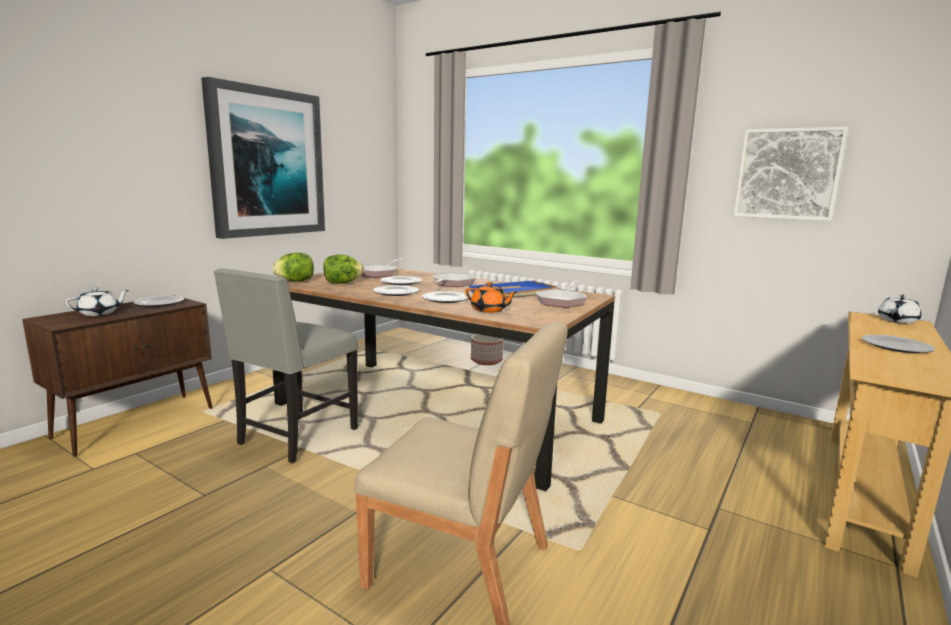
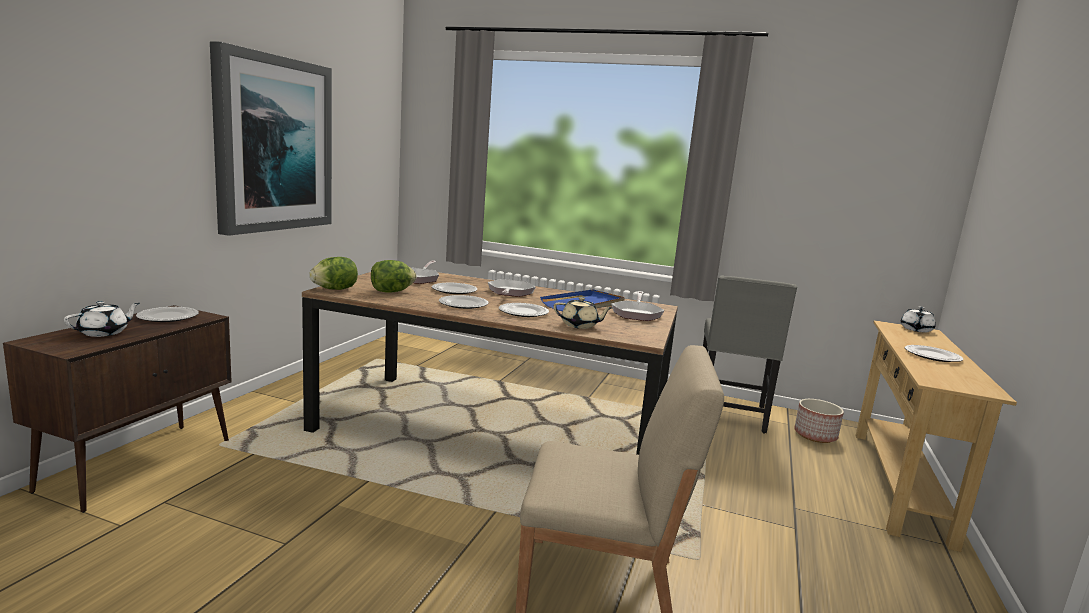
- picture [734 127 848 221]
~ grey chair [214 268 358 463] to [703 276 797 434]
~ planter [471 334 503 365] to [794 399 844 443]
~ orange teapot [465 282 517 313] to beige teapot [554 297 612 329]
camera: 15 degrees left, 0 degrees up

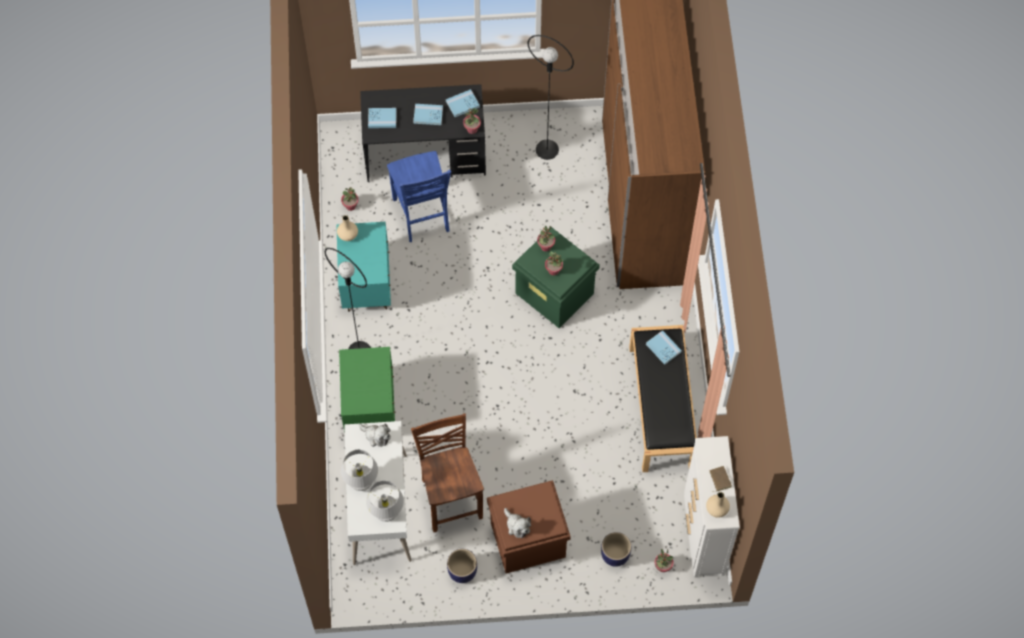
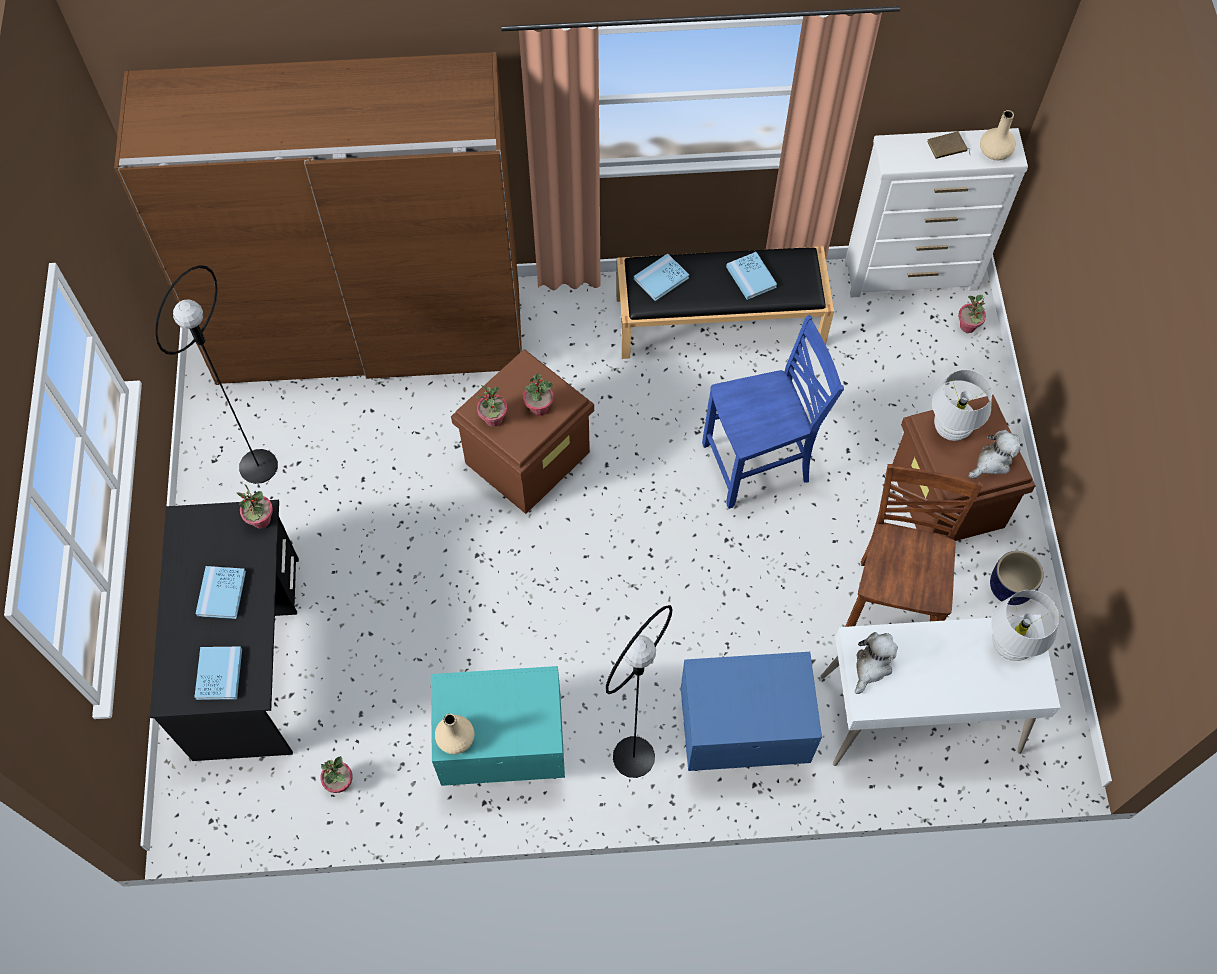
- planter [601 532 631 567]
~ white table lamp [341 450 378 491] to [932 370 992 441]
~ blue chair [387 151 451 242] to [702 315 844 509]
~ blue book [446 89 480 117] to [726 252 777 300]
~ green nightstand [339 347 395 432] to blue nightstand [680 652 822 771]
~ green storage box [512 227 600 328] to brown storage box [451 349 594 514]
~ brown chair [411 413 484 532] = [845 464 984 627] 120 degrees clockwise
camera: 90 degrees left, 0 degrees up

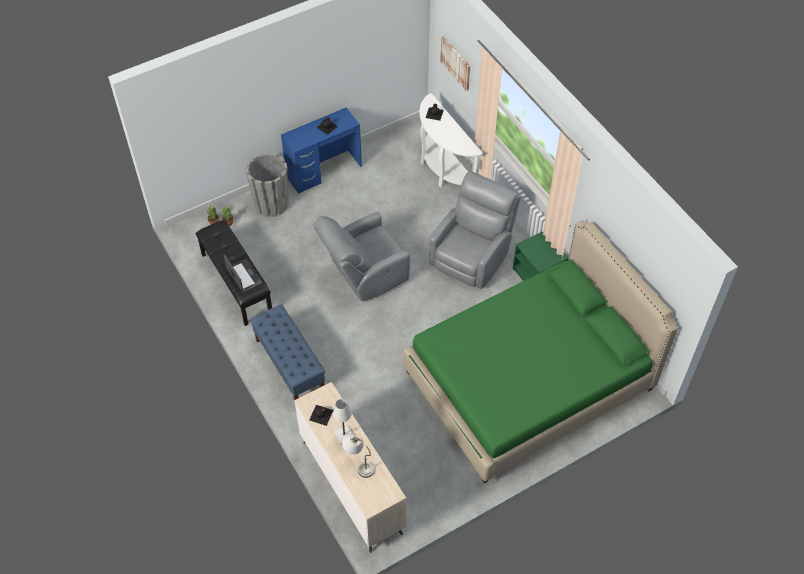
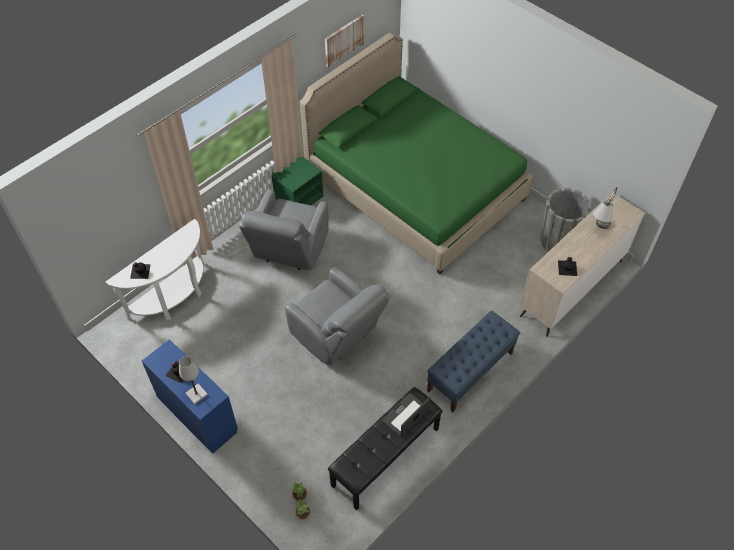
~ grey planter [245 152 289 217] to [540 188 591 252]
~ white table lamp [333 399 354 444] to [179 357 208 404]
~ picture [440 36 470 91] to [325 15 364 67]
~ grey armchair [429 171 521 289] = [239 189 329 270] 90 degrees counterclockwise
camera: 105 degrees left, 0 degrees up

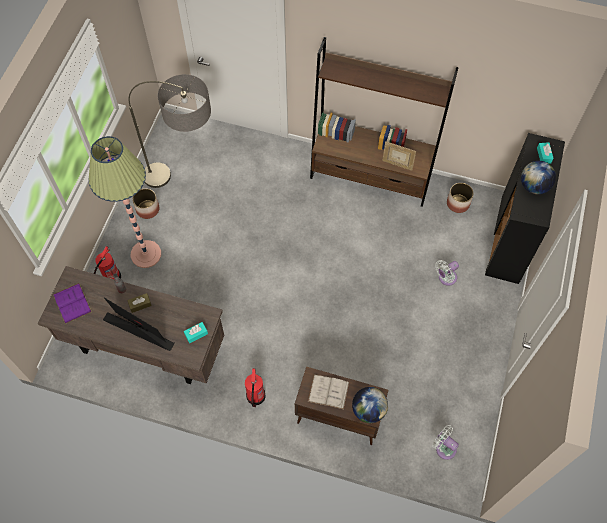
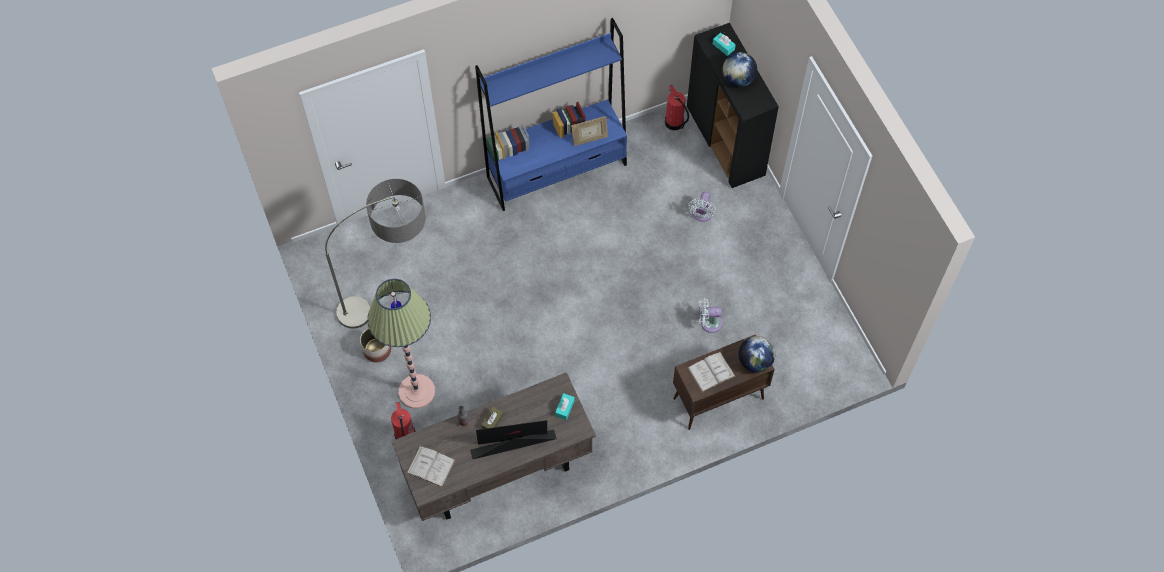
- planter [447 183 474 213]
~ fire extinguisher [245 368 266 407] to [665 85 689 130]
~ white fan [432 425 459 460] to [699 298 722 333]
~ purple book [53 283 92 324] to white book [406 446 456 488]
~ brown bookcase [310 37 458 207] to blue bookcase [475 18 627 211]
camera: 40 degrees left, 0 degrees up

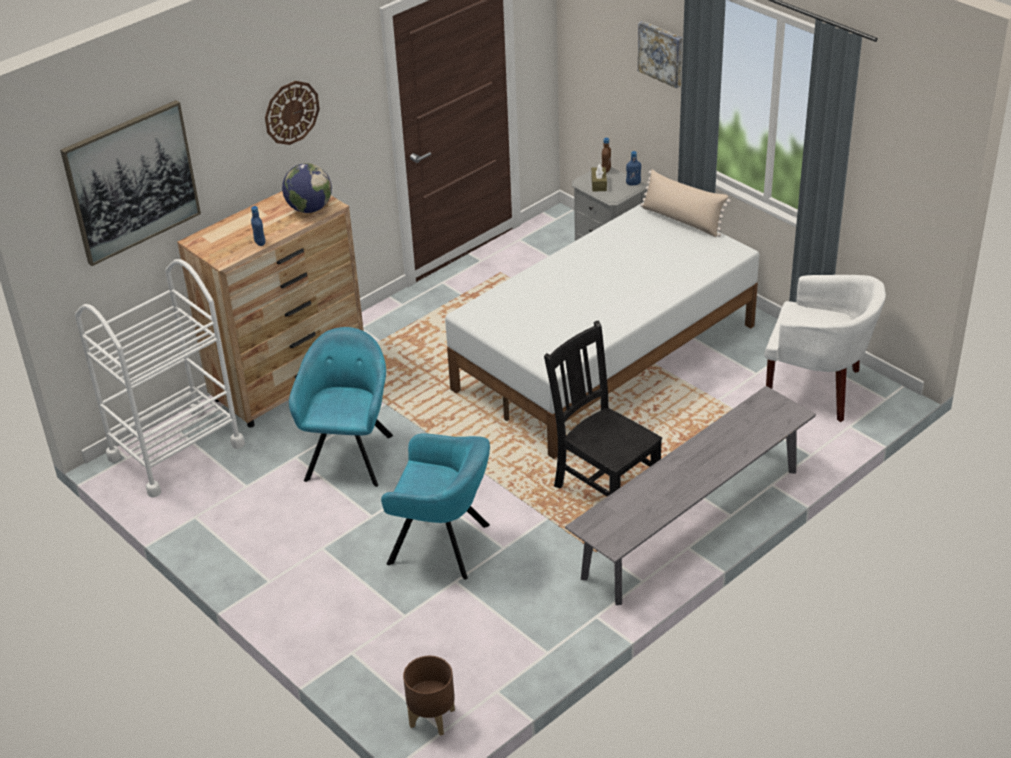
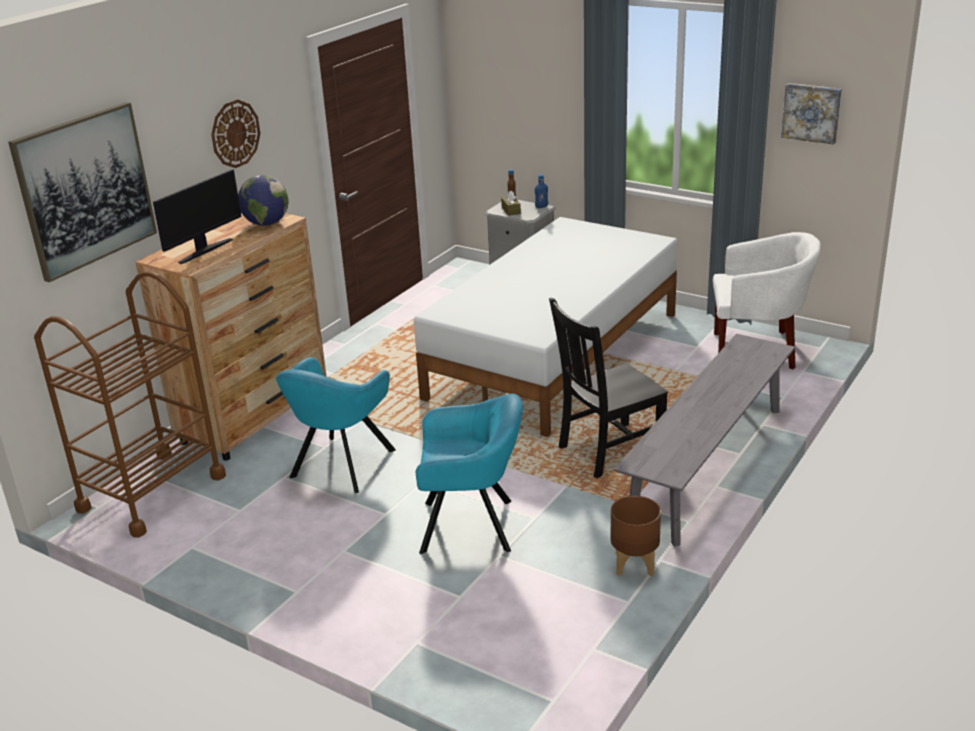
- blue bottle [251 206 265 246]
- beige pillow [640 169 731 237]
+ monitor [153 169 242 264]
~ brown planter [403 656 455 736] to [611 496 661 576]
~ picture [638 21 682 88] to [781 83 842 145]
~ white cart [75 259 245 498] to brown cart [34 271 226 538]
~ turquoise armchair [289 327 393 487] = [276 357 396 493] 150 degrees counterclockwise
~ black chair [544 320 662 497] = [549 298 668 479] 60 degrees counterclockwise
camera: 15 degrees left, 10 degrees down

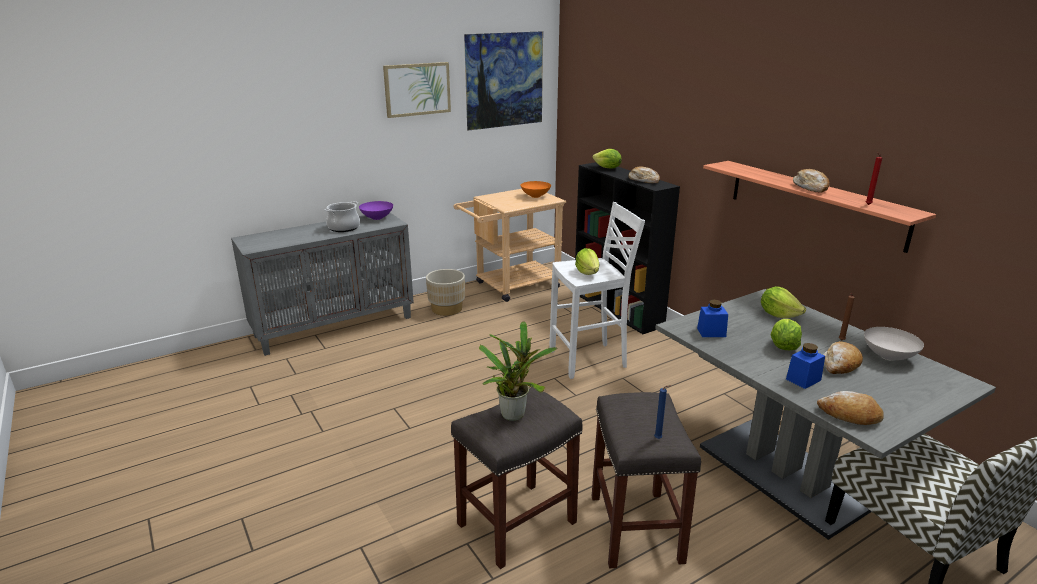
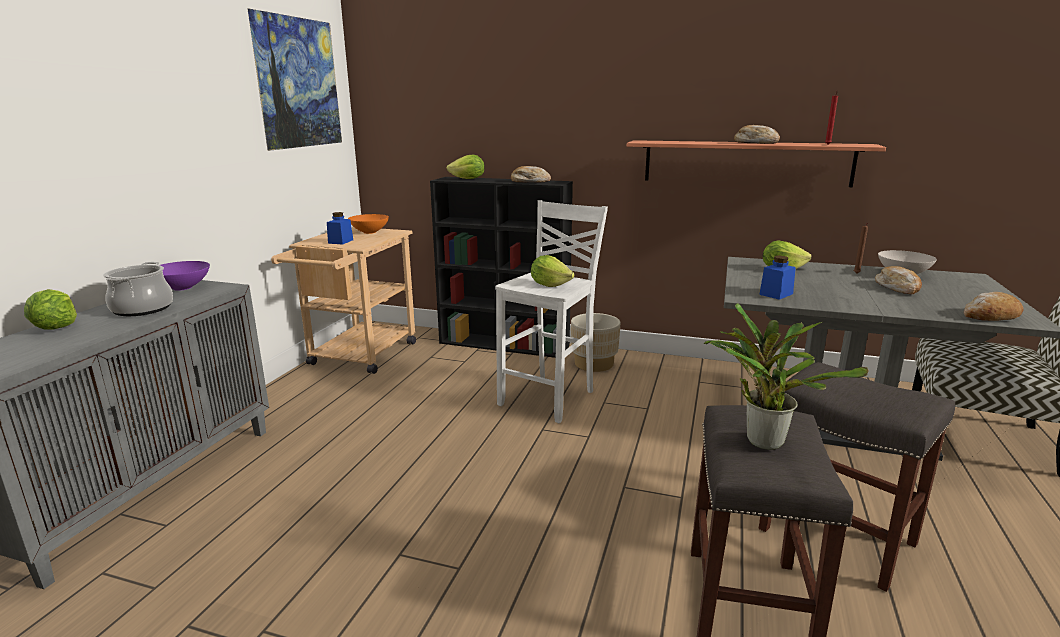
- picture [383 62 451 118]
- blue candle [654 385 671 439]
~ beige planter [426 269 465 316] to [571 313 621 372]
~ lettuce [771 319 802 350] to [24 289 77 330]
~ blue jar [786 343 825 389] to [327 212 353 244]
camera: 40 degrees left, 5 degrees down

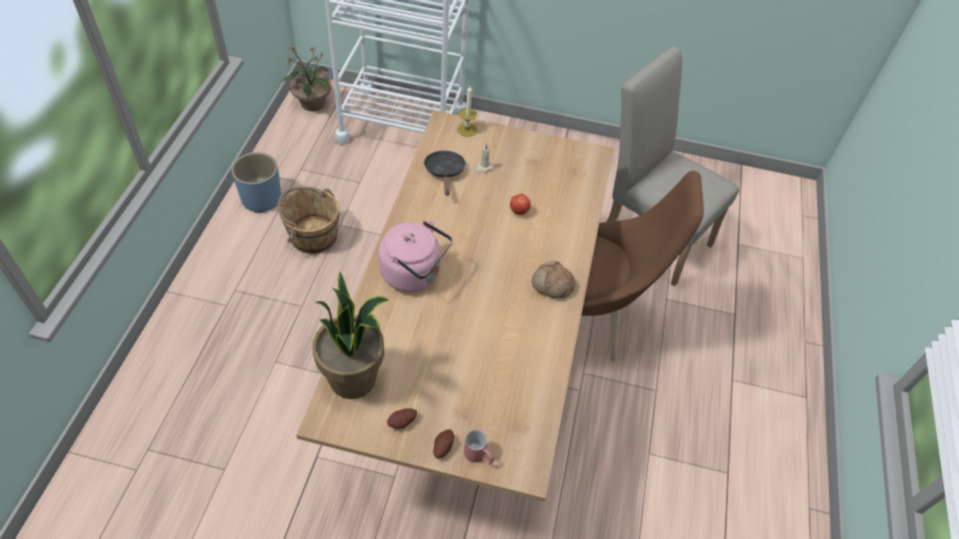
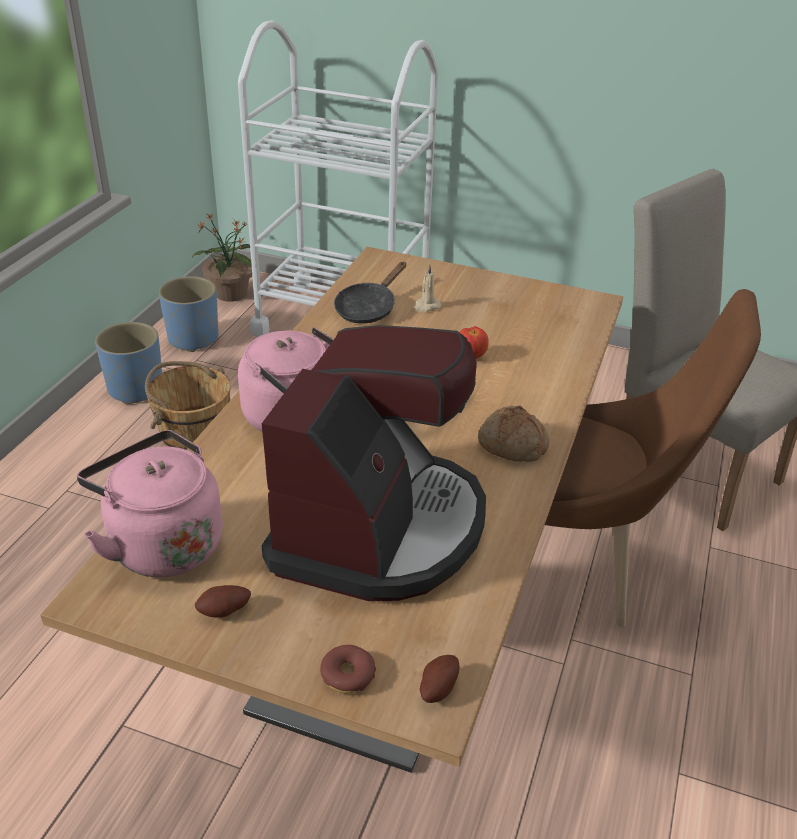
- candle [457 86 477 137]
+ blue planter [159 276 219 352]
+ coffee machine [262 325 486 601]
~ potato [433 430 454 459] to [420 655 460 703]
~ potted plant [313 272 388 399] to pink kettle [77 430 223 577]
~ red mug [464 430 494 464] to donut [320 645 376 693]
~ black frying pan [423 151 466 196] = [334 262 406 324] 150 degrees counterclockwise
camera: 10 degrees right, 15 degrees down

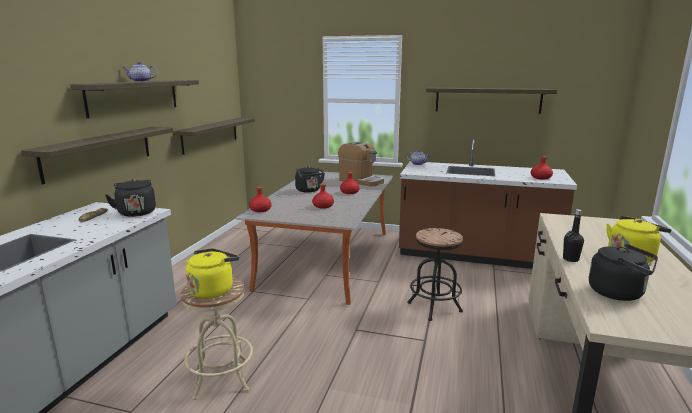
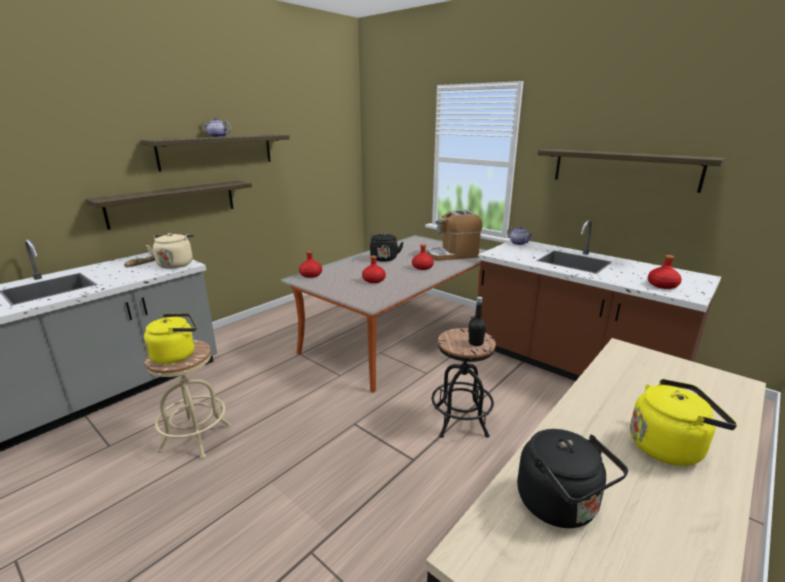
- shelf [174 118 255 155]
~ black bottle [563 209 584 262] to [469 297 486 346]
~ black kettle [105 179 156 217] to beige kettle [146 233 194 269]
~ coffee machine [338 142 384 186] = [427 210 482 261] 105 degrees clockwise
camera: 25 degrees right, 5 degrees up

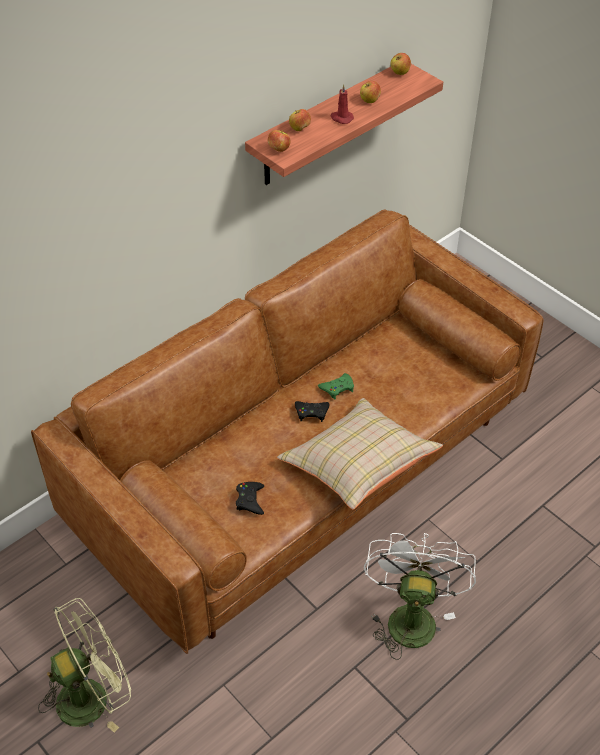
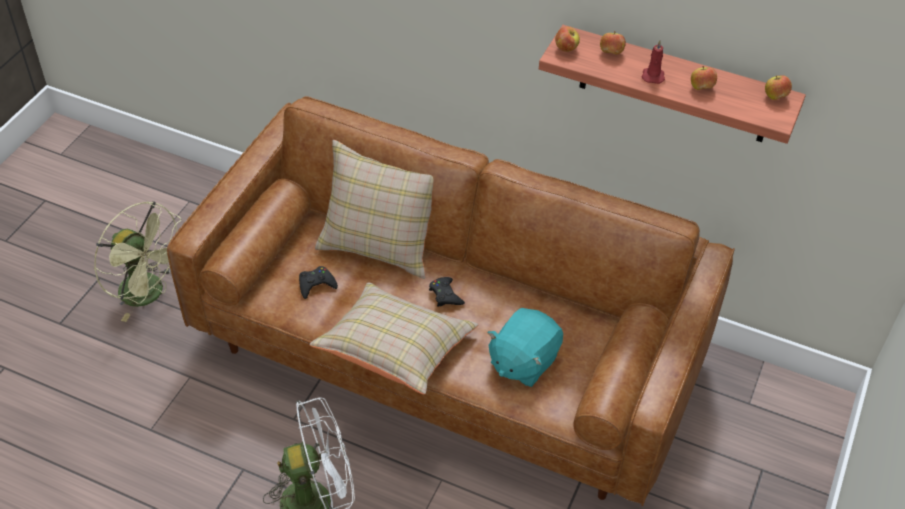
- green game controller [318 373 354 400]
+ beige pillow [315 140 433 279]
+ turquoise plush toy [487 308 563 387]
camera: 65 degrees right, 0 degrees up

